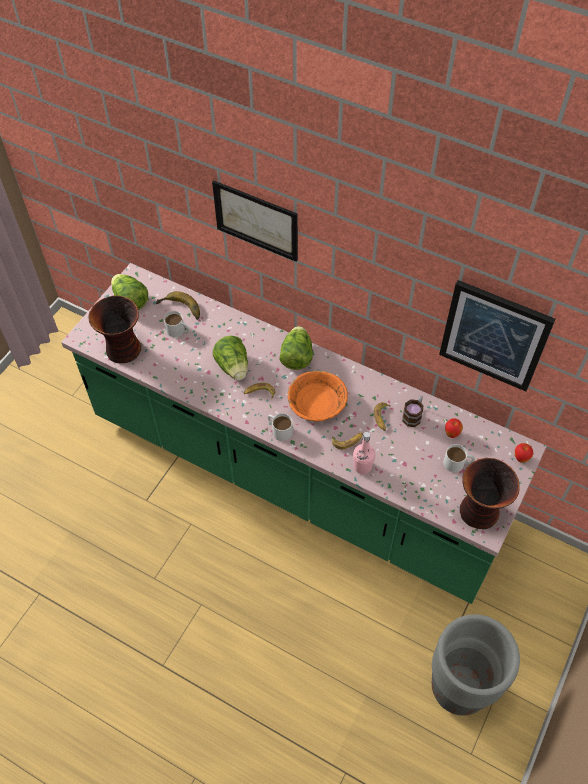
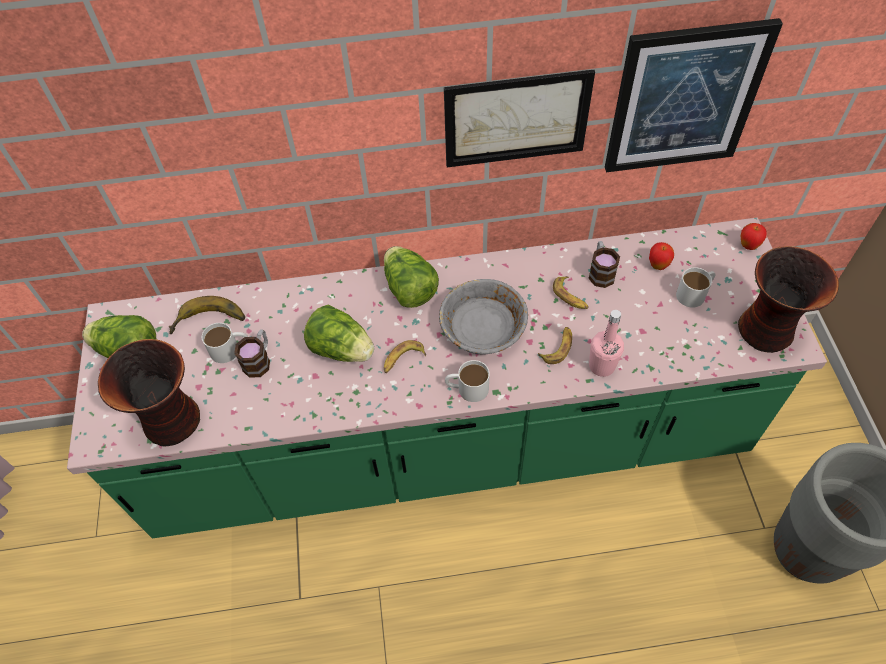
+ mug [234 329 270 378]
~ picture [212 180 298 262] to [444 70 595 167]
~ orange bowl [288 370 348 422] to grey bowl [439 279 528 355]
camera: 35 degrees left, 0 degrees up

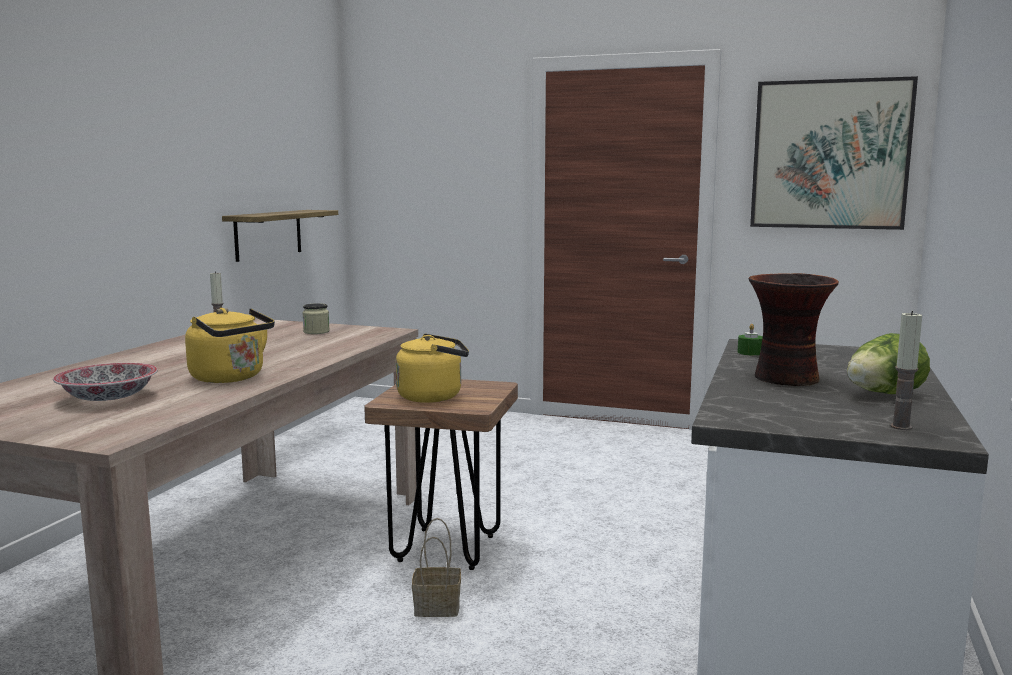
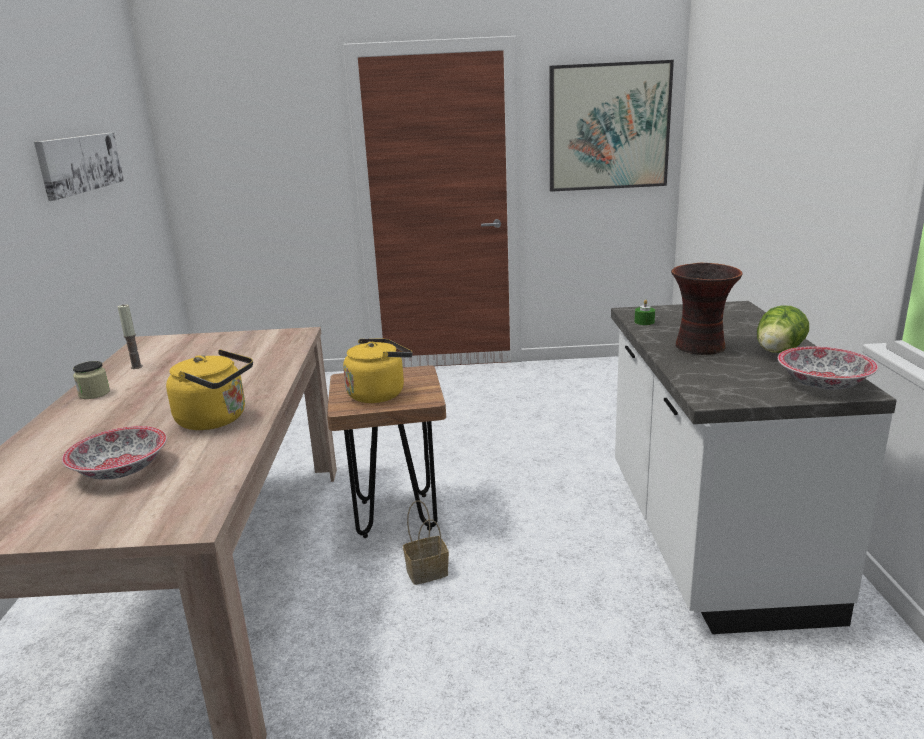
- shelf [222 210 338 262]
+ picture [34 133 124 201]
~ jar [302 303 330 334] to [73 361 110 399]
~ candle [890 311 922 430] to bowl [778 346 878 390]
camera: 20 degrees left, 10 degrees up

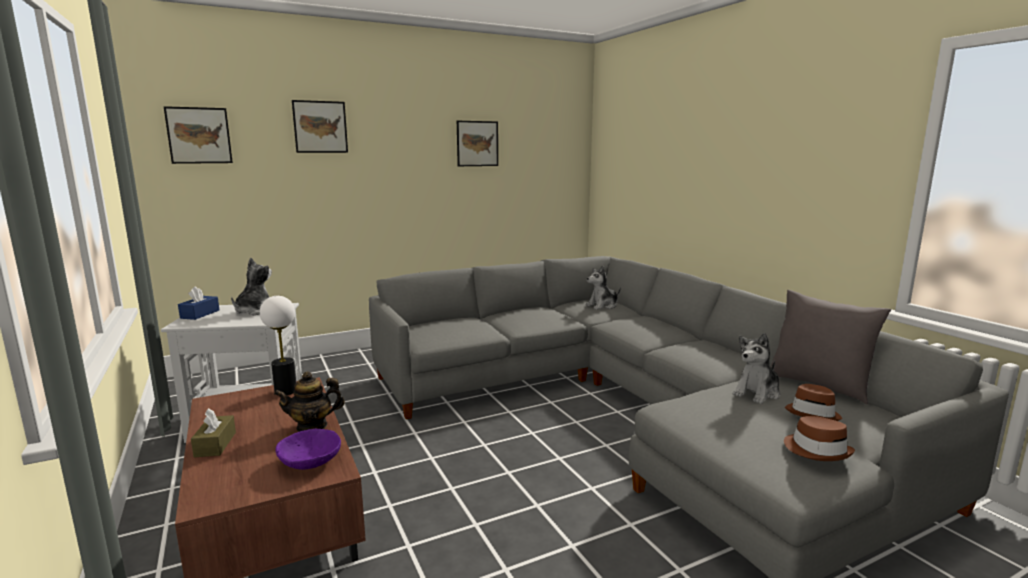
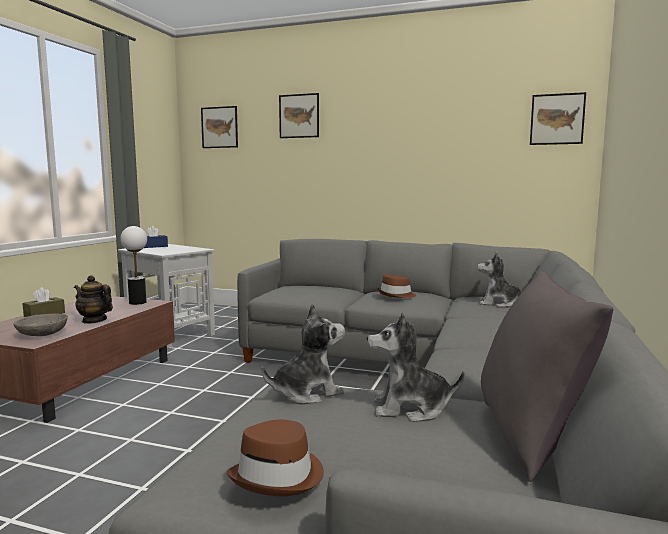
~ plush toy [231 257 272 315] to [262 304 345 404]
~ picture [457 121 498 166] to [530 92 586 145]
~ brown hat [785 384 842 421] to [377 274 416 298]
~ purple bowl [275 429 341 470] to grey bowl [13 313 68 336]
camera: 45 degrees right, 5 degrees down

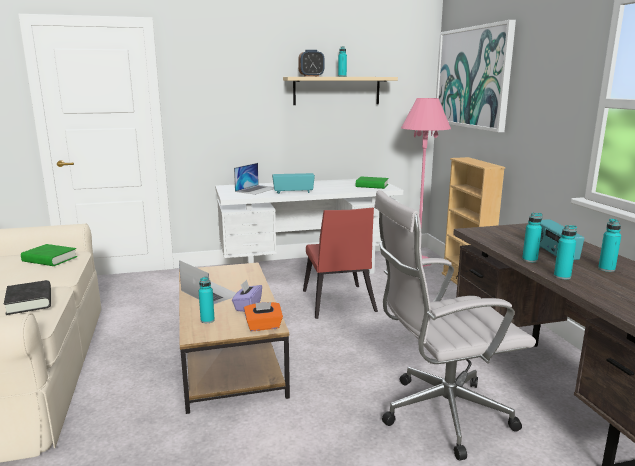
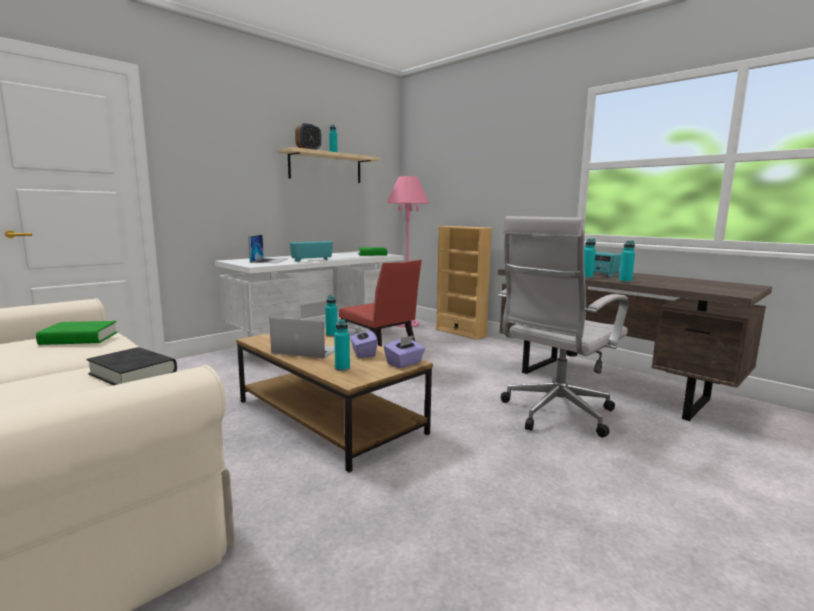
- picture [436 20 516 132]
~ turquoise bottle [598 219 621 272] to [325 295 338 337]
~ orange tissue box [244 302 283 331] to purple tissue box [384 335 425 368]
camera: 30 degrees left, 5 degrees down

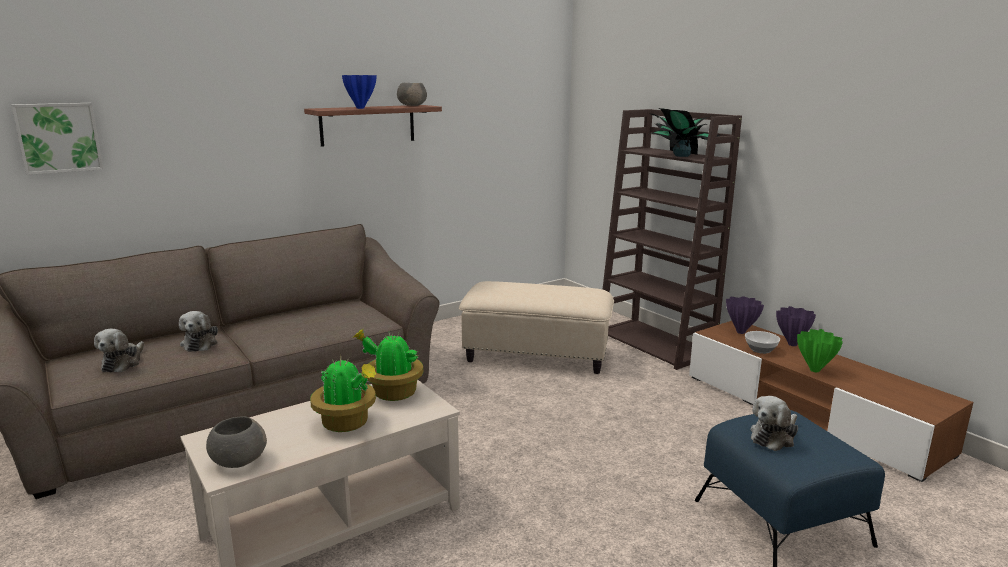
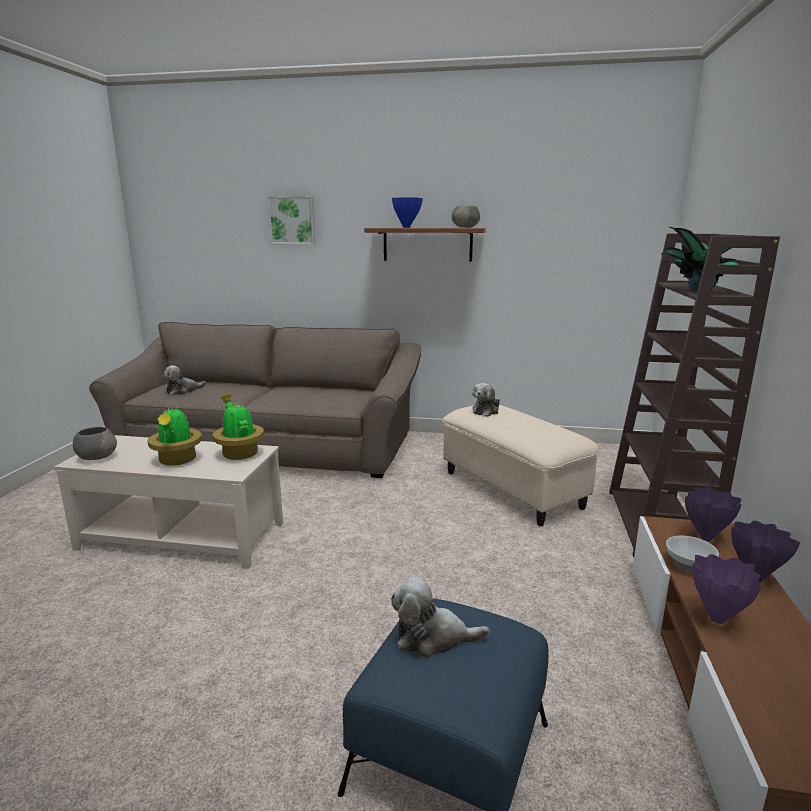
~ picture [11 103 103 175] to [268 196 316 244]
~ plush toy [179 311 218 352] to [472 383 500 417]
~ green vase [797 329 843 372] to purple vase [692 554 761 624]
camera: 45 degrees right, 0 degrees up

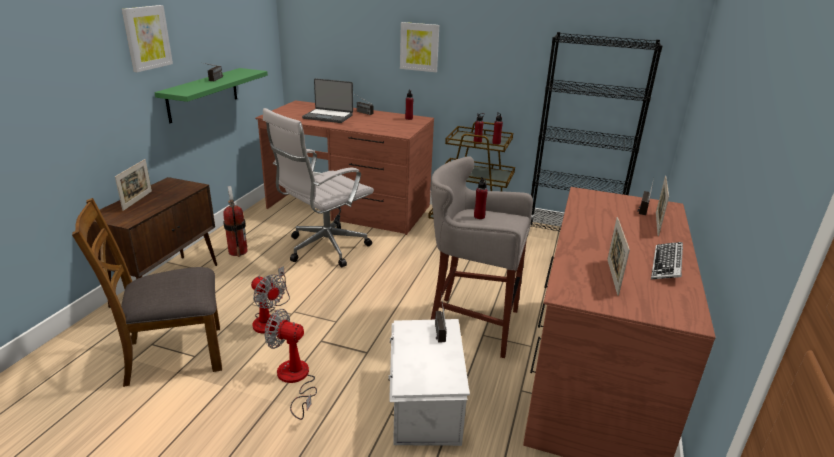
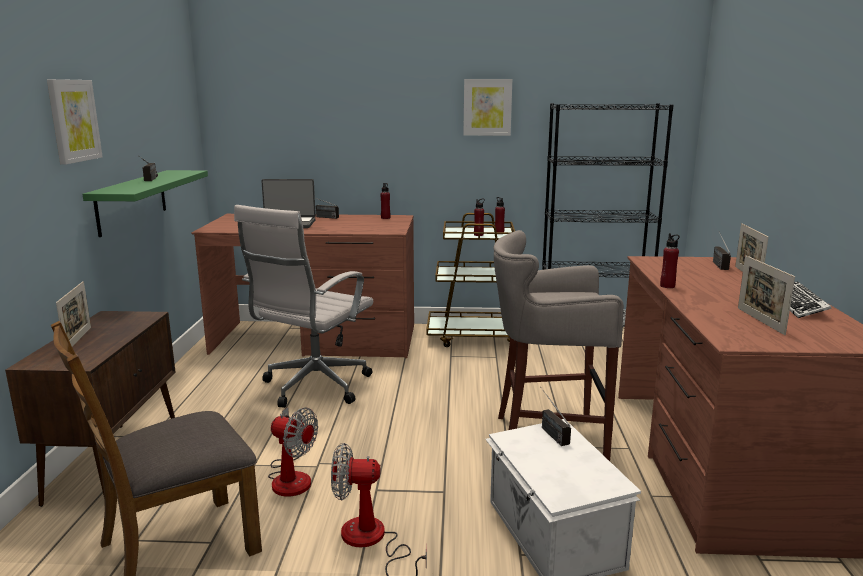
- fire extinguisher [223 186 248 257]
~ picture [400 22 439 72] to [463 79 512 136]
~ red bottle [474 177 488 219] to [660 233 680 288]
camera: 15 degrees left, 10 degrees down

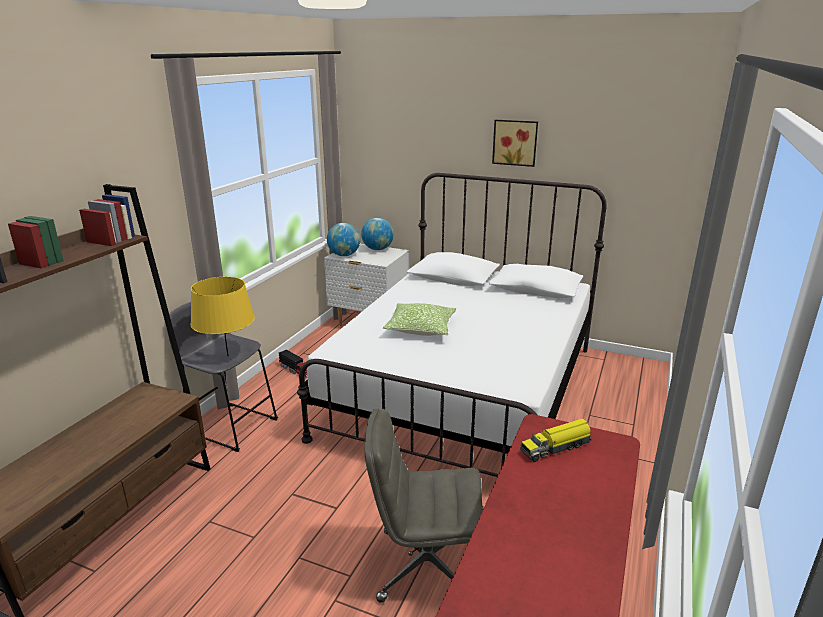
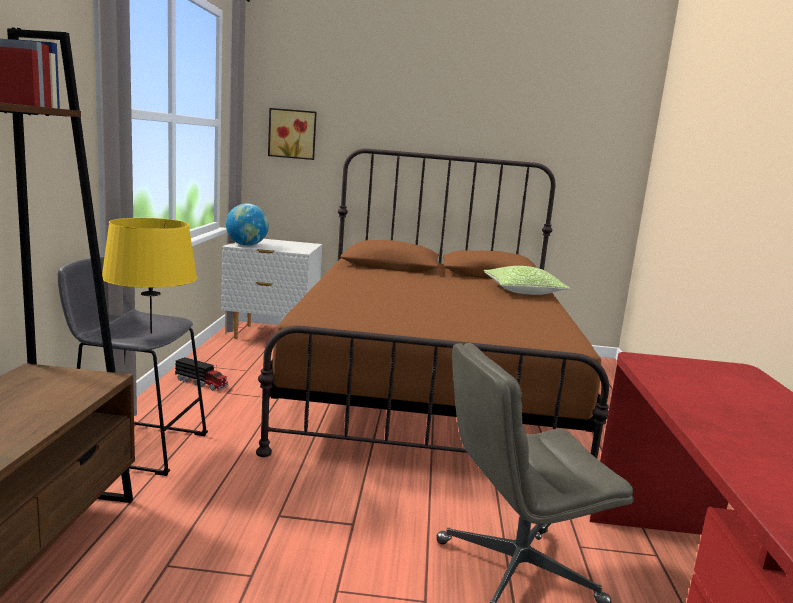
- globe [361 218 394 250]
- toy truck [520 419 592 462]
~ pillow [383 303 456 336] to [484 266 570 295]
~ picture [492 120 538 167] to [268 108 317 160]
~ white bed [297 173 607 477] to brown bed [256 148 609 459]
camera: 20 degrees left, 10 degrees down

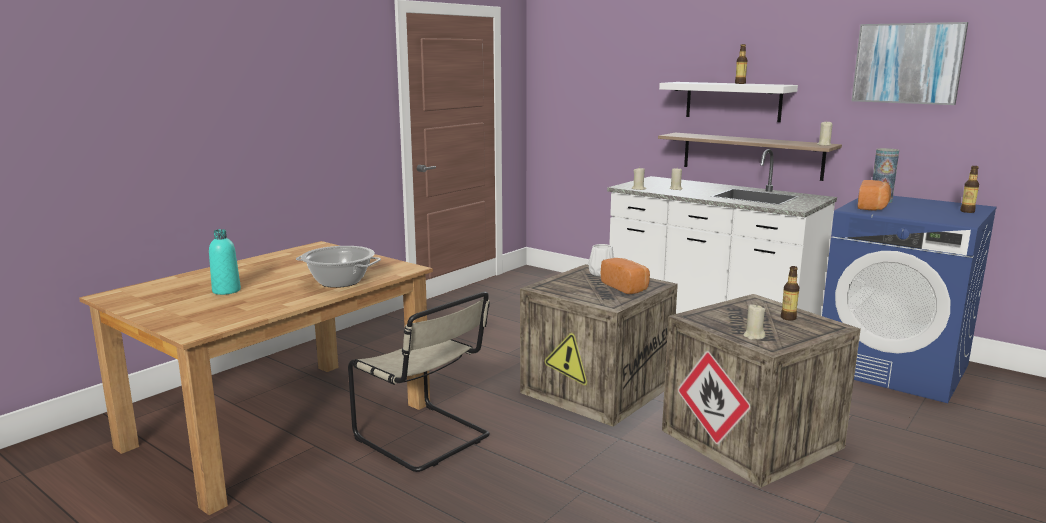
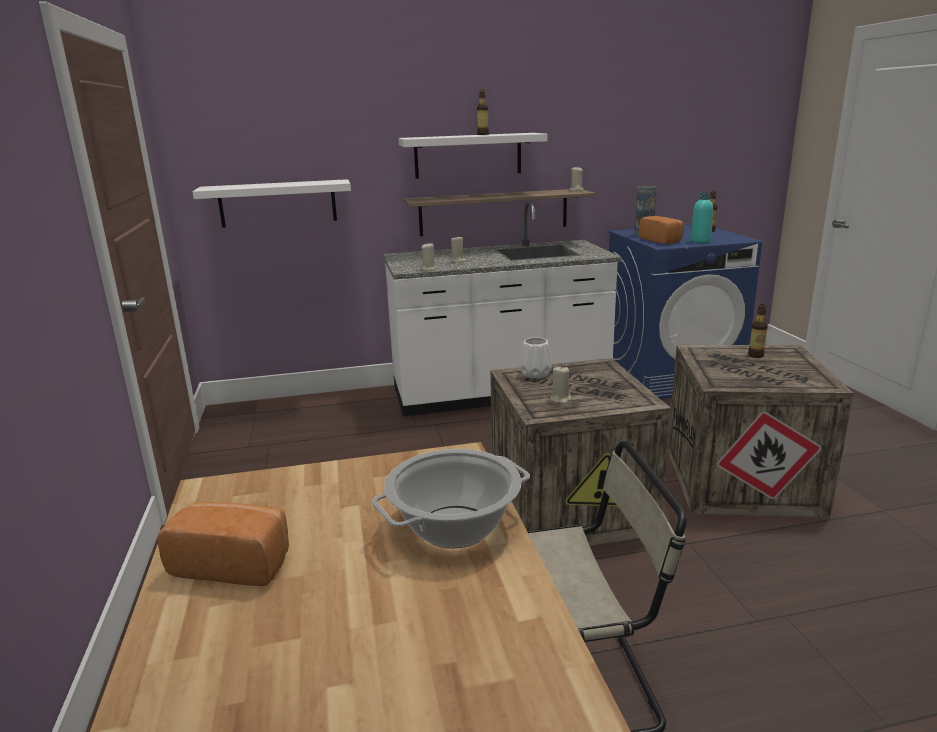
- picture [852 22 968 105]
+ white shelf [193 179 351 228]
~ turquoise bottle [209 229 241 295] to [690 193 713 243]
~ bread [601 258 650 294] to [158 502 289 586]
~ beige candle [743 305 765 340] to [550 365 571 404]
camera: 50 degrees left, 5 degrees up

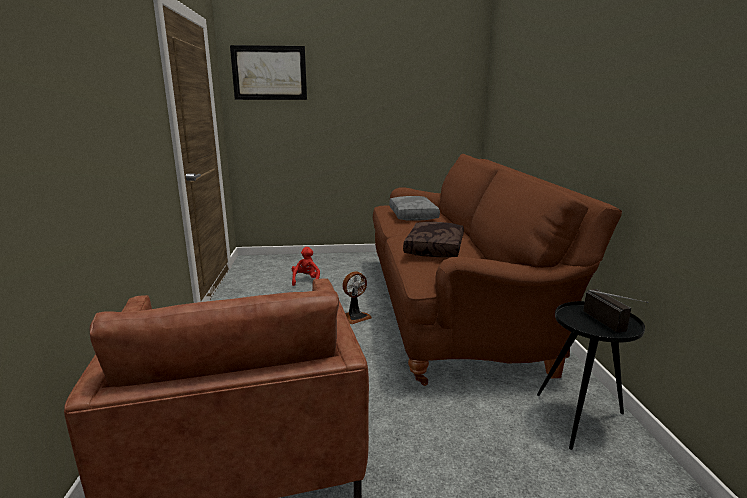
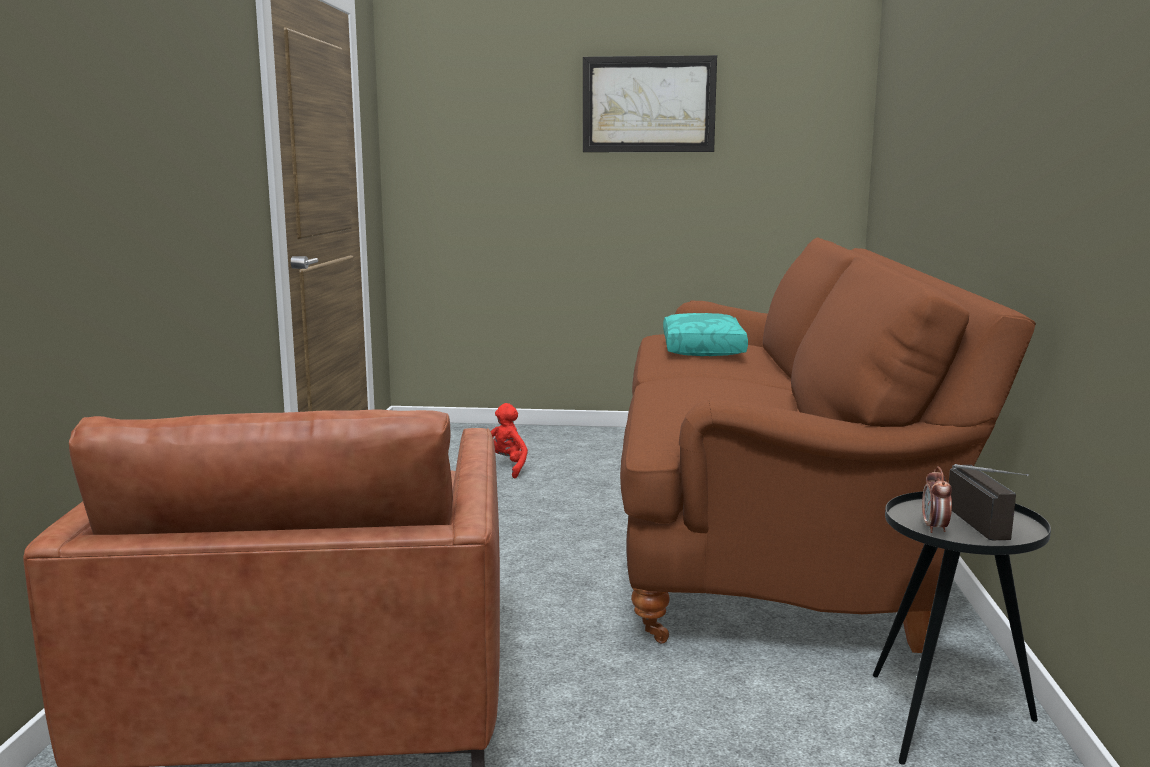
- fan [342 272 372 324]
- brown pillow [403 222 464 258]
+ alarm clock [922 467 952 533]
~ picture [230 45 307 100] to [583 55 717 152]
~ grey pillow [389 196 440 221] to turquoise pillow [663 313 748 356]
camera: 10 degrees right, 5 degrees down

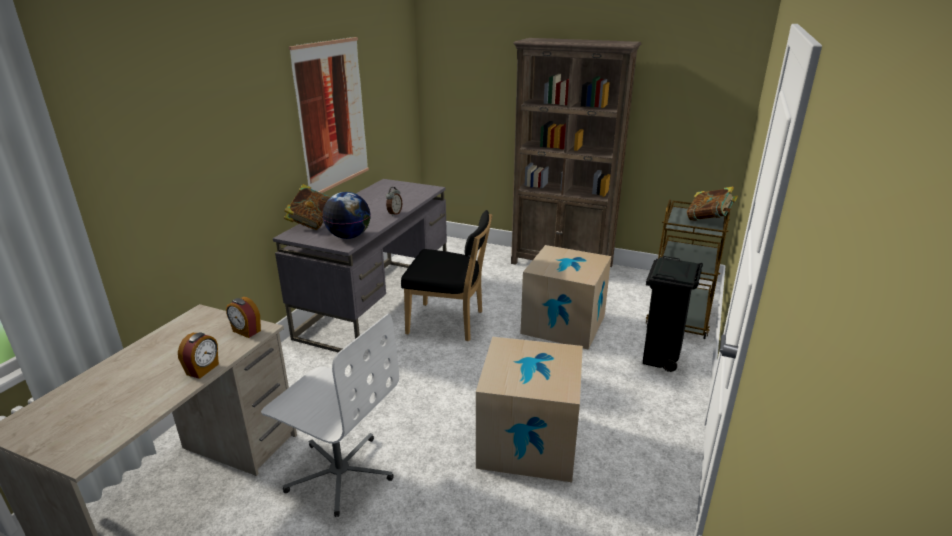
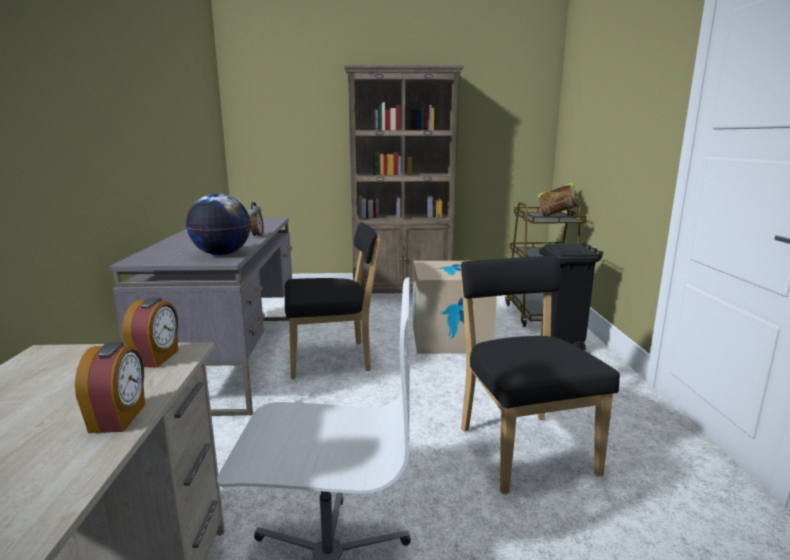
- book [284 184 331 230]
- picture [289 37 369 193]
~ cardboard box [476 337 583 482] to black chair [460 256 620 494]
~ alarm clock [226 297 261 338] = [122 298 178 368] 90 degrees counterclockwise
camera: 25 degrees left, 10 degrees down

